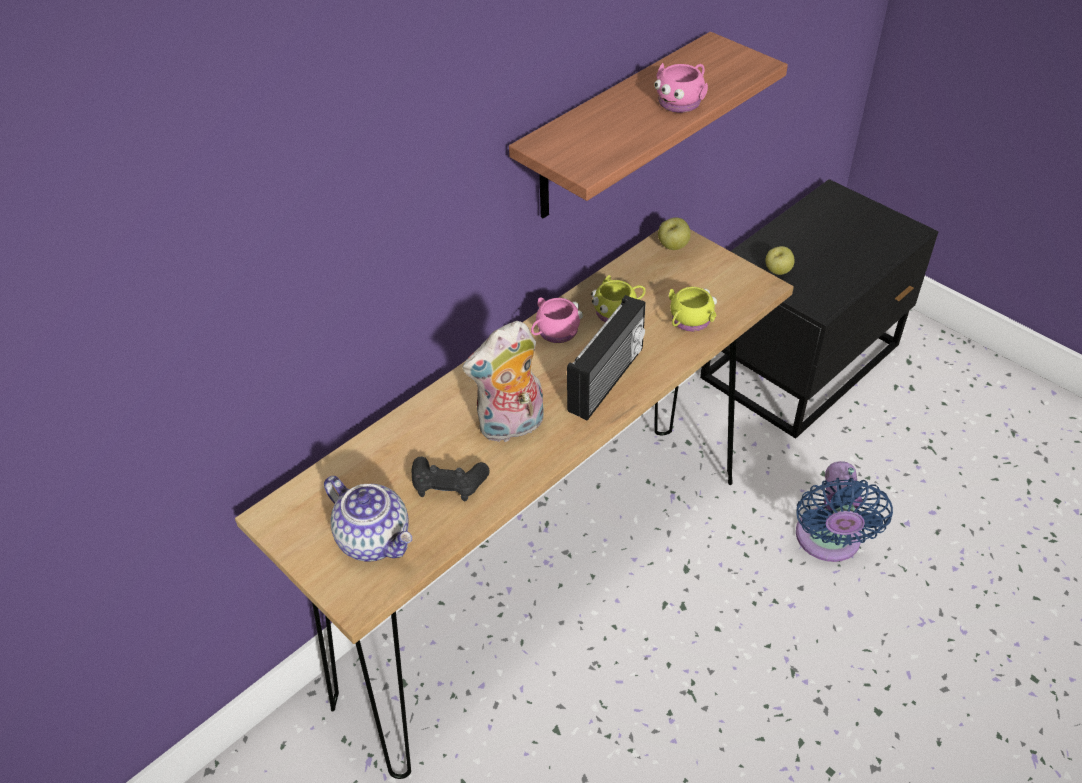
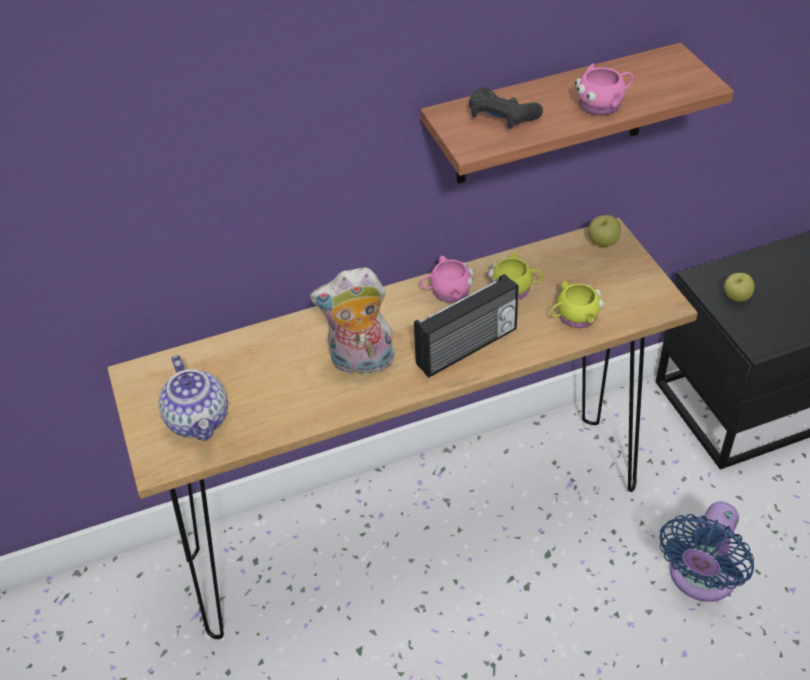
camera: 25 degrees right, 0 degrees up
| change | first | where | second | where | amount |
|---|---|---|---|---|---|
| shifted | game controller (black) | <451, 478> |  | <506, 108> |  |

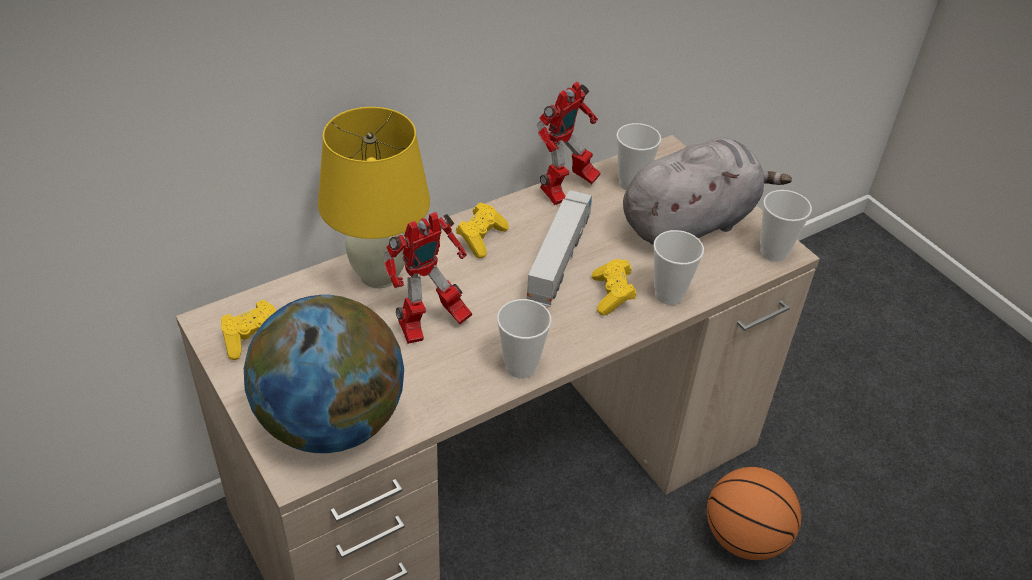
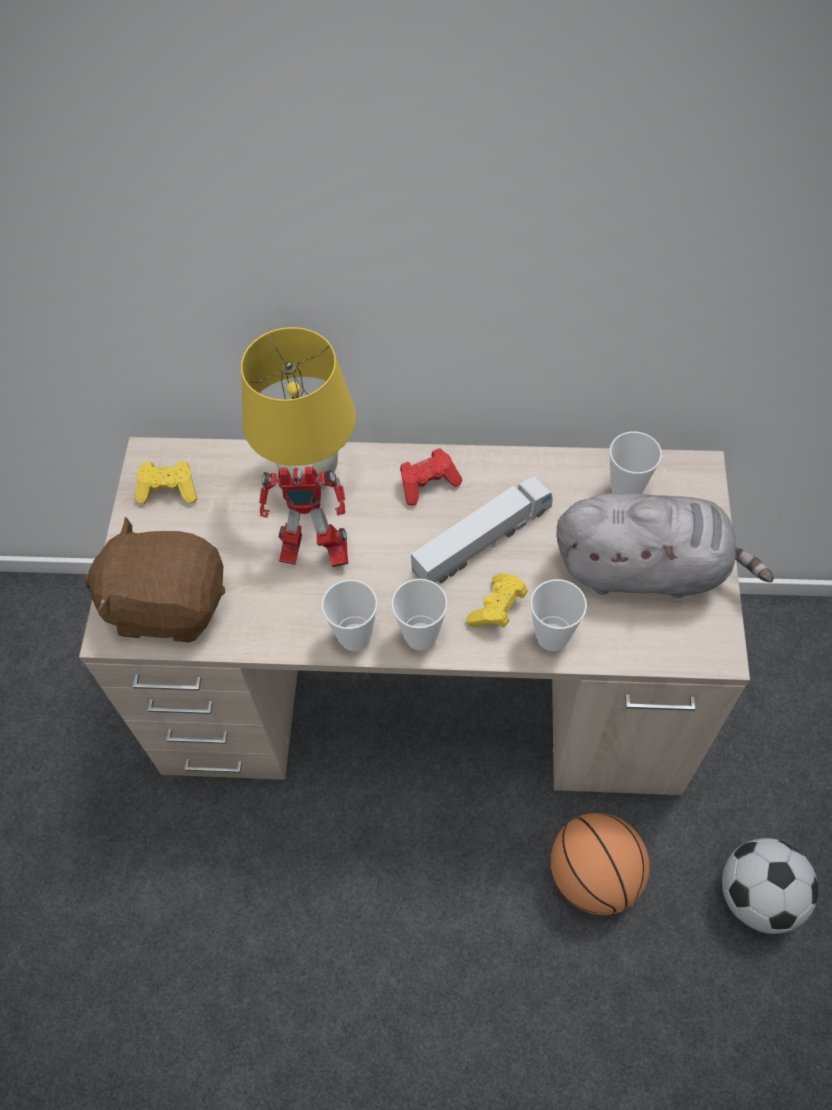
camera: 40 degrees right, 15 degrees up
| change | first | where | second | where | amount |
|---|---|---|---|---|---|
| swapped | desk globe | <324, 374> | cuddly toy (brown) | <154, 580> |  |
| repainted | game controller (yellowish) | <482, 230> | game controller (red) | <431, 477> |  |
| gone | robot figure | <569, 143> |  |  |  |
| shifted | cup | <786, 226> |  | <419, 614> |  |
| new |  |  | football ball | <770, 886> |  |

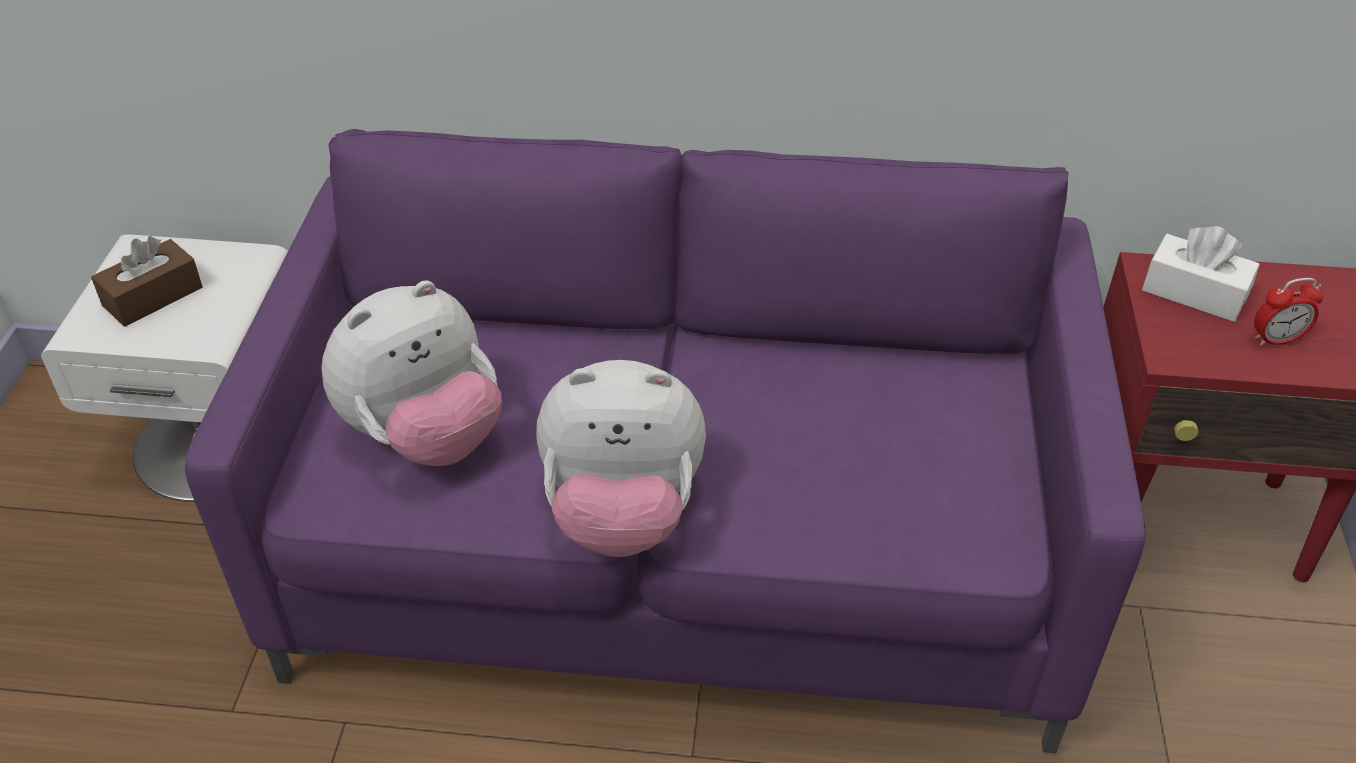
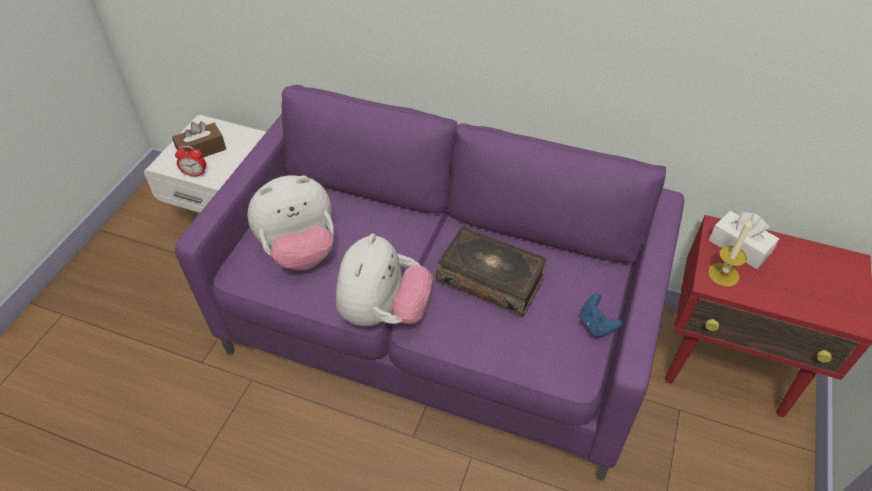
camera: 15 degrees right, 5 degrees up
| change | first | where | second | where | amount |
|---|---|---|---|---|---|
| rotated | cuddly toy | <621, 458> |  | <384, 279> | 90 degrees counterclockwise |
| shifted | table clock | <1288, 312> |  | <190, 161> |  |
| new |  |  | volume | <491, 271> |  |
| new |  |  | game controller (blue) | <601, 315> |  |
| new |  |  | wax candle | <730, 253> |  |

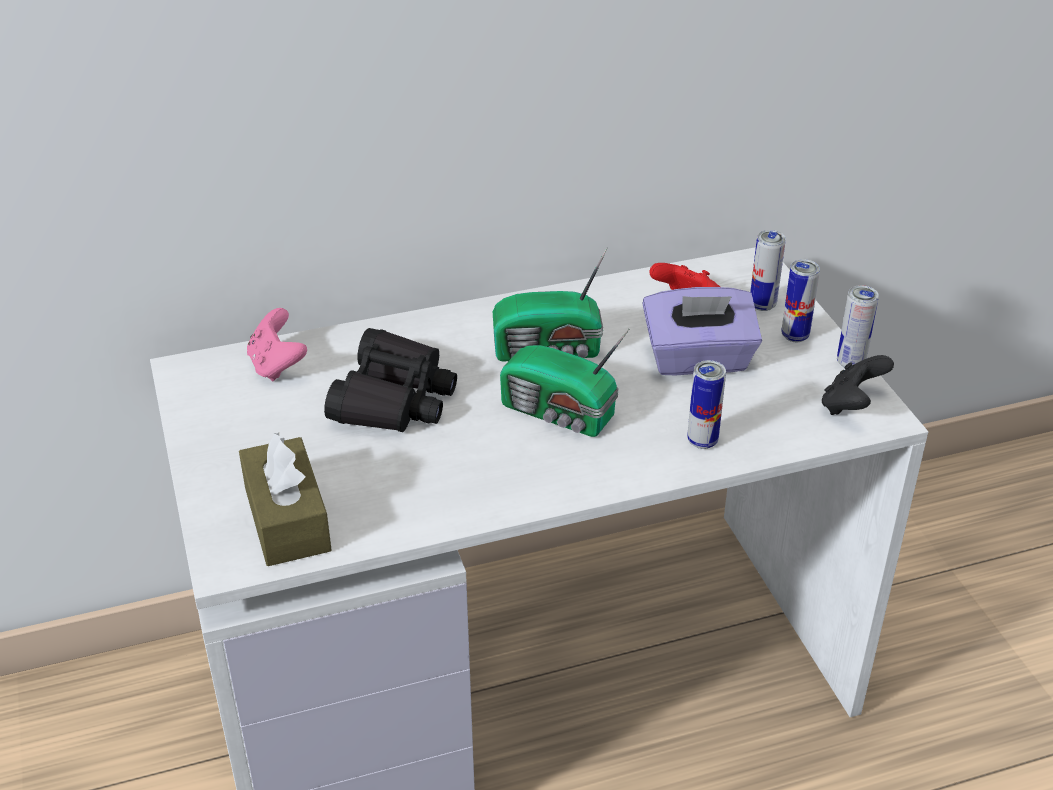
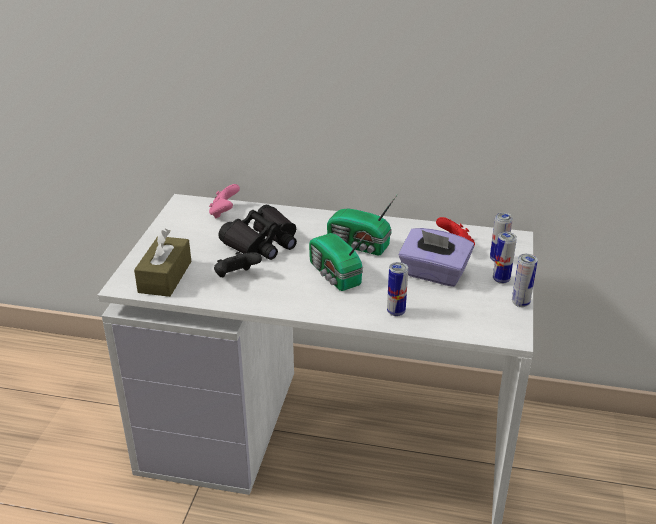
camera: 30 degrees right, 5 degrees down
| change | first | where | second | where | amount |
|---|---|---|---|---|---|
| shifted | game controller (black) | <858, 385> |  | <238, 264> |  |

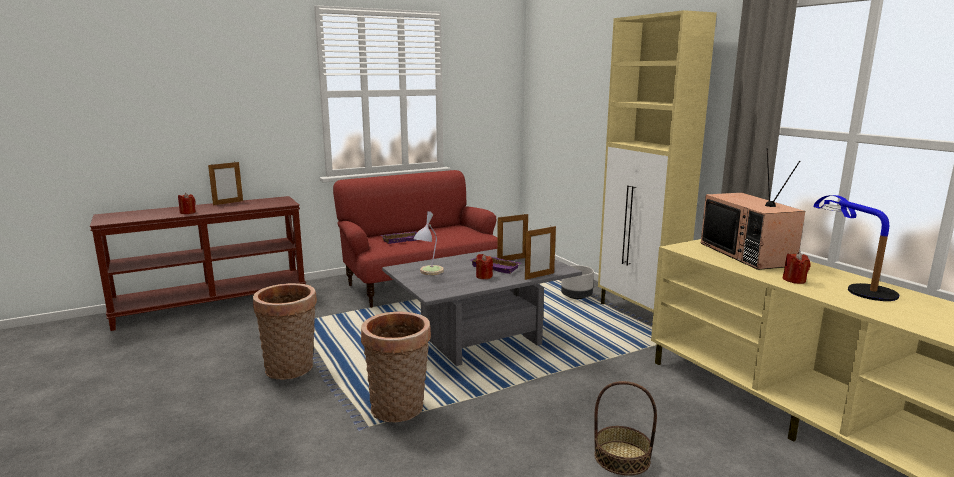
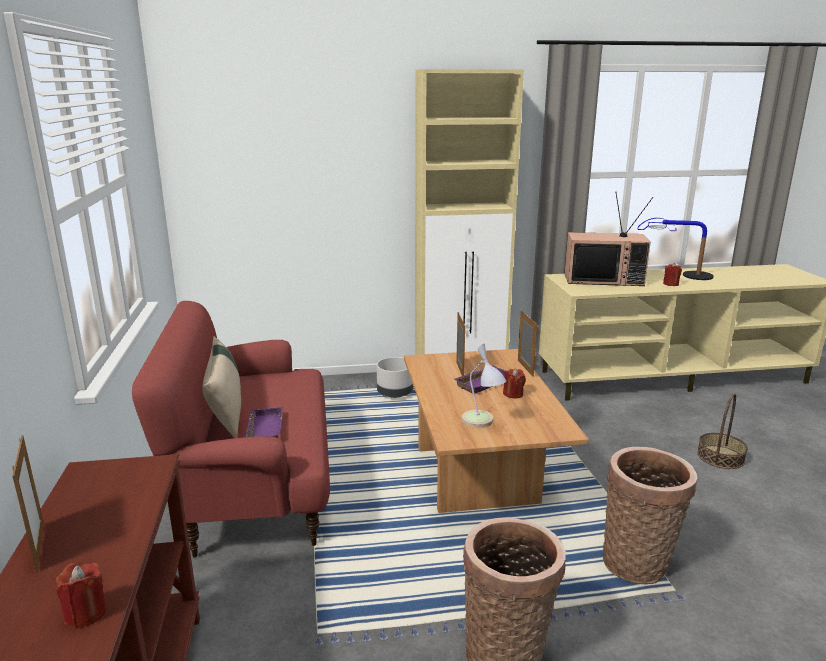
camera: 70 degrees left, 5 degrees up
| change | first | where | second | where | amount |
|---|---|---|---|---|---|
| repainted | coffee table (greyish) | <482, 307> | coffee table (brown) | <496, 431> |  |
| new |  |  | pillow (beige) | <221, 387> |  |

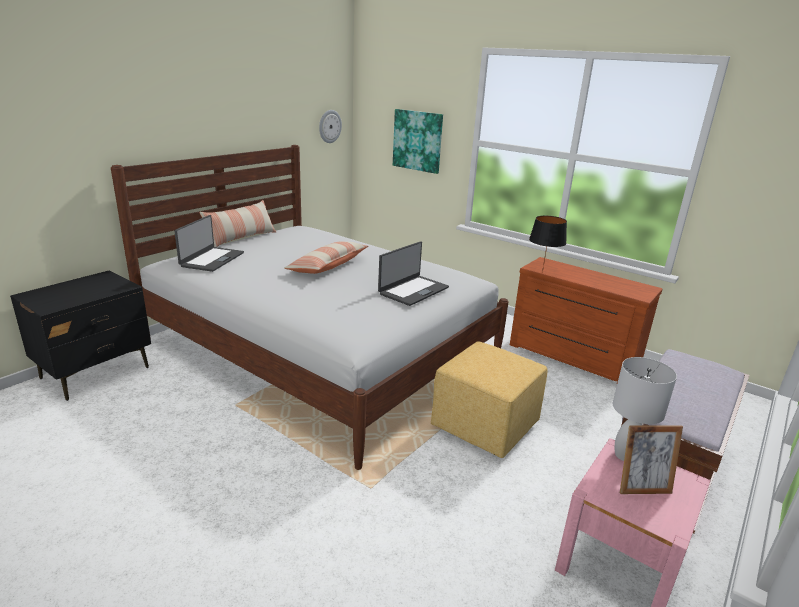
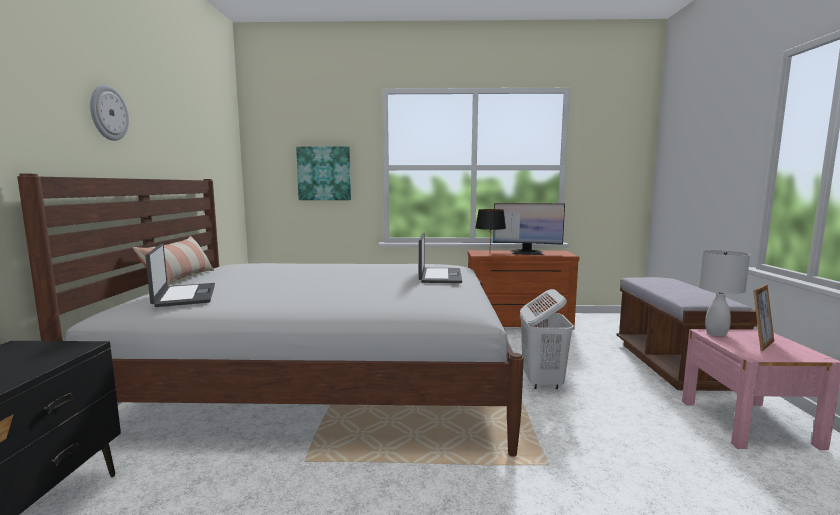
camera: 35 degrees left, 15 degrees down
| change | first | where | second | where | amount |
|---|---|---|---|---|---|
| gone | pillow | <326, 257> |  |  |  |
| shifted | clock on the wall | <330, 126> |  | <109, 113> |  |
| swapped | footrest (yellowish) | <489, 399> | laundry basket (white) | <547, 339> |  |
| new |  |  | monitor | <529, 229> |  |

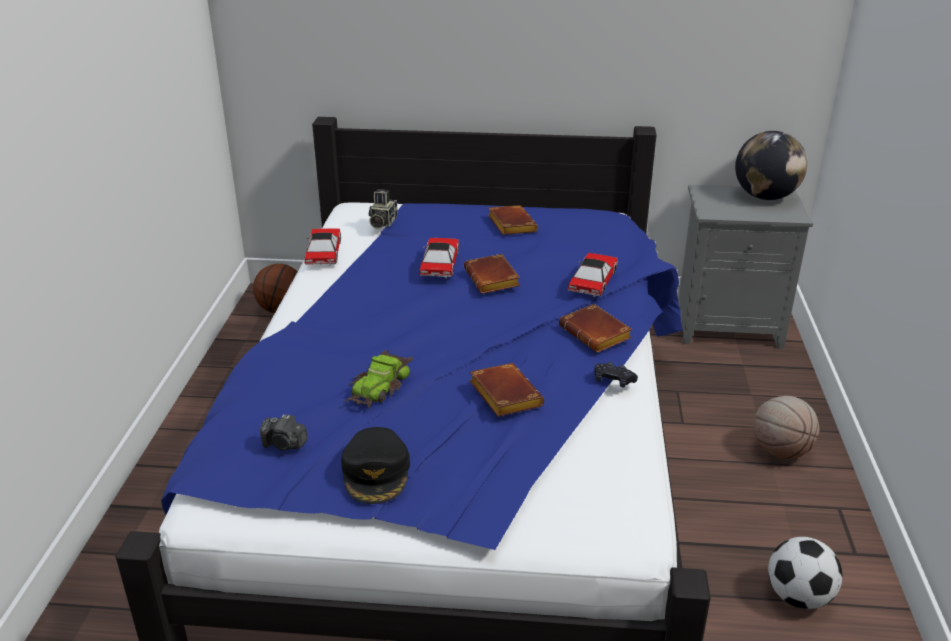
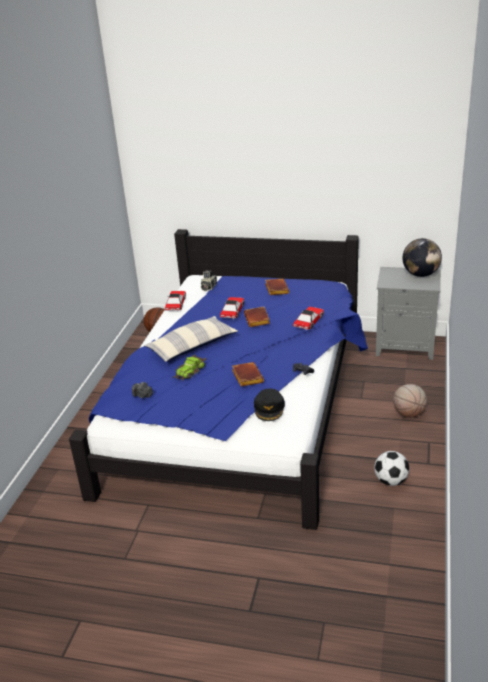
camera: 10 degrees right, 0 degrees up
| change | first | where | second | where | amount |
|---|---|---|---|---|---|
| shifted | baseball cap (black) | <375, 465> |  | <269, 405> |  |
| gone | volume (brown) | <595, 328> |  |  |  |
| new |  |  | pillow | <191, 339> |  |

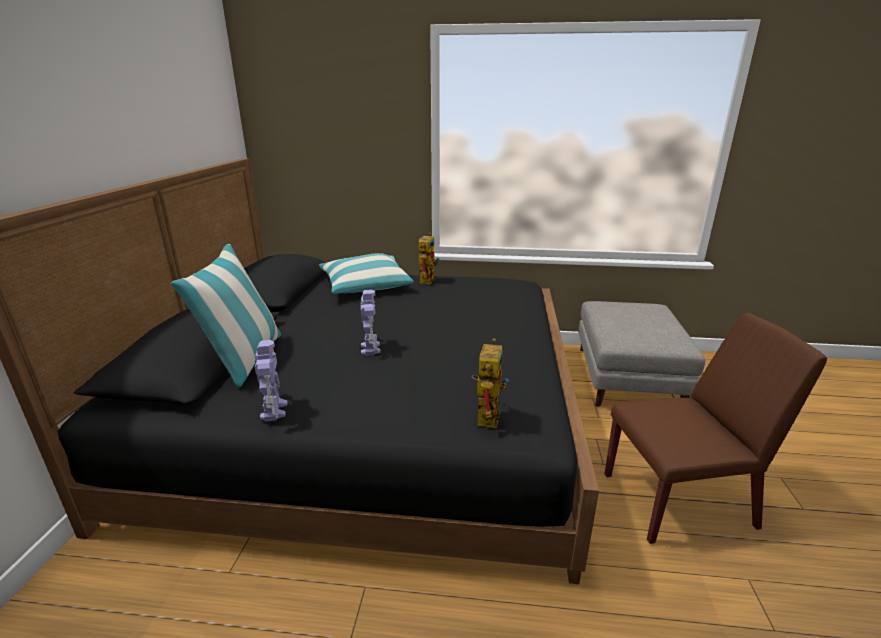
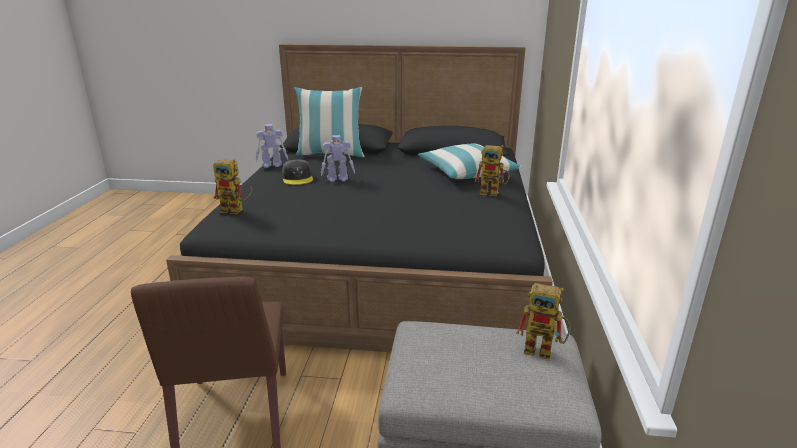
camera: 90 degrees right, 0 degrees up
| change | first | where | second | where | amount |
|---|---|---|---|---|---|
| new |  |  | baseball cap (greyish) | <297, 172> |  |
| new |  |  | robot figure | <543, 321> |  |

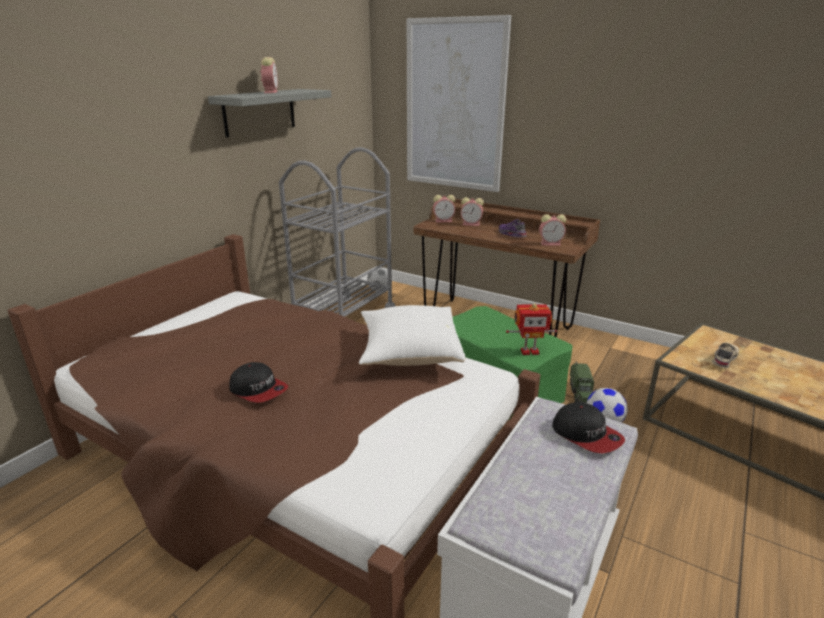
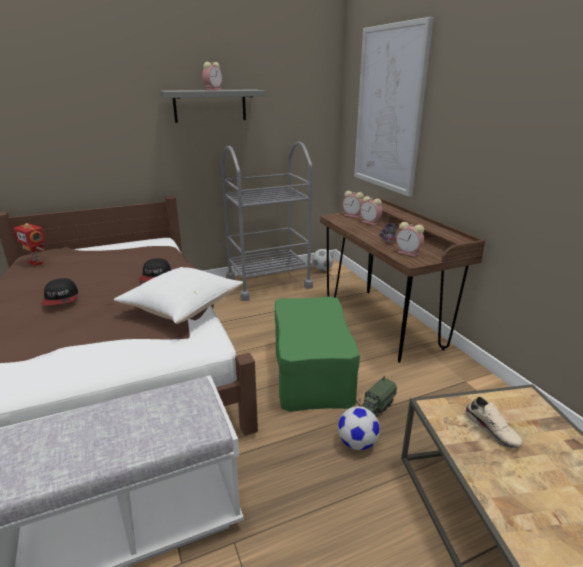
camera: 35 degrees right, 0 degrees up
| change | first | where | second | where | amount |
|---|---|---|---|---|---|
| shifted | robot figure | <531, 329> |  | <29, 244> |  |
| shifted | baseball cap | <588, 427> |  | <155, 269> |  |
| rotated | low shoe (beige) | <725, 355> |  | <494, 422> | 75 degrees clockwise |

